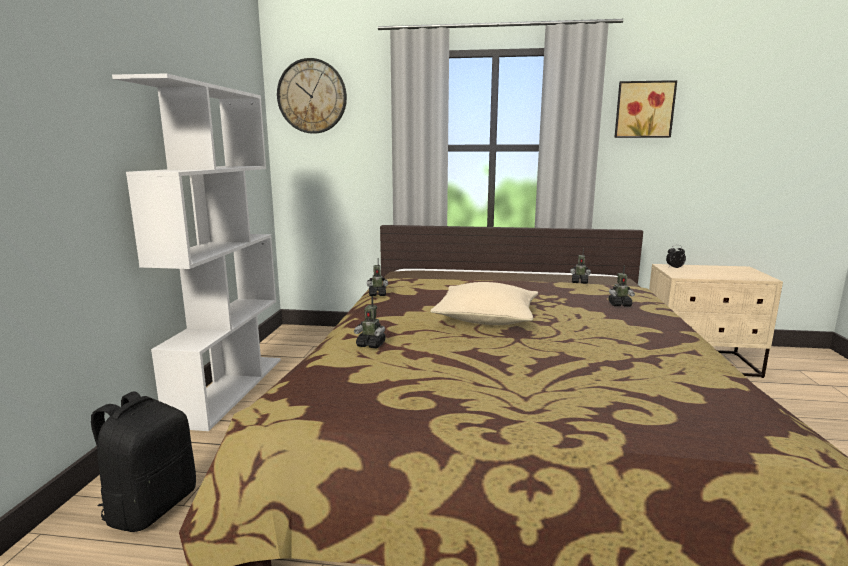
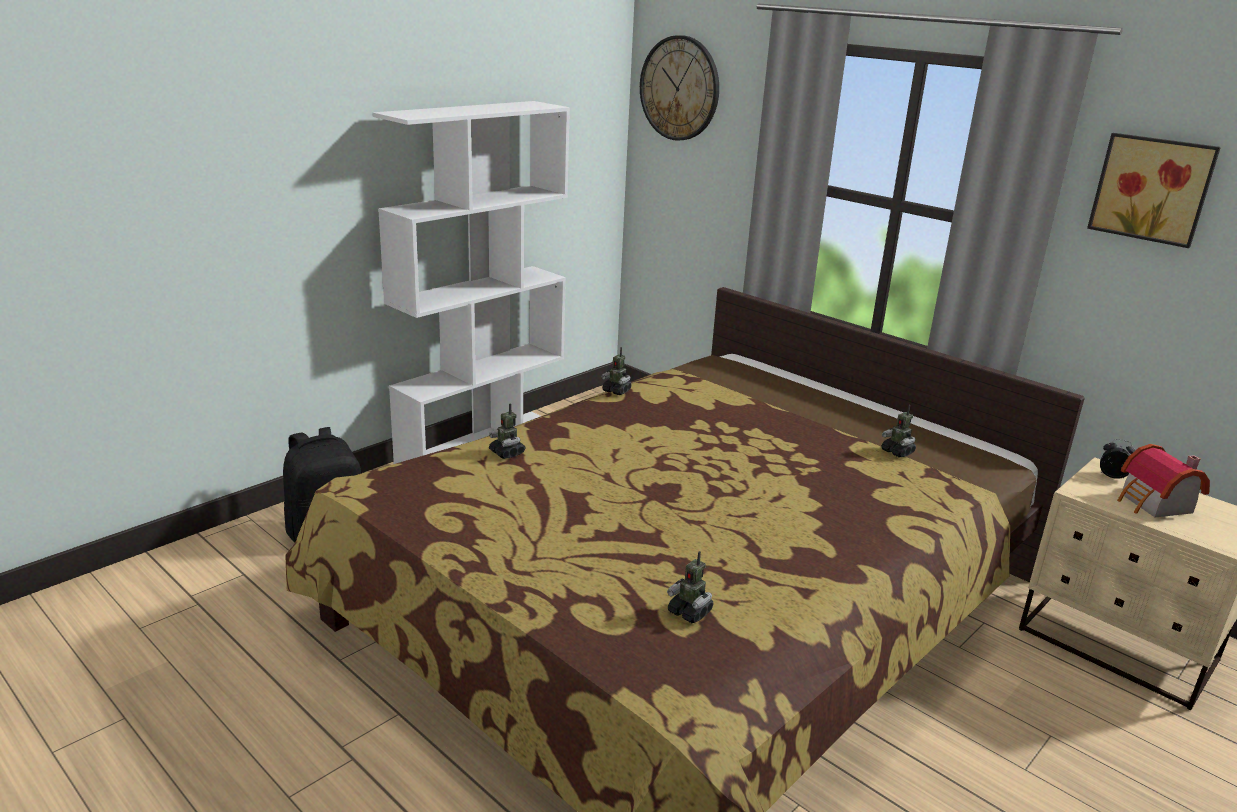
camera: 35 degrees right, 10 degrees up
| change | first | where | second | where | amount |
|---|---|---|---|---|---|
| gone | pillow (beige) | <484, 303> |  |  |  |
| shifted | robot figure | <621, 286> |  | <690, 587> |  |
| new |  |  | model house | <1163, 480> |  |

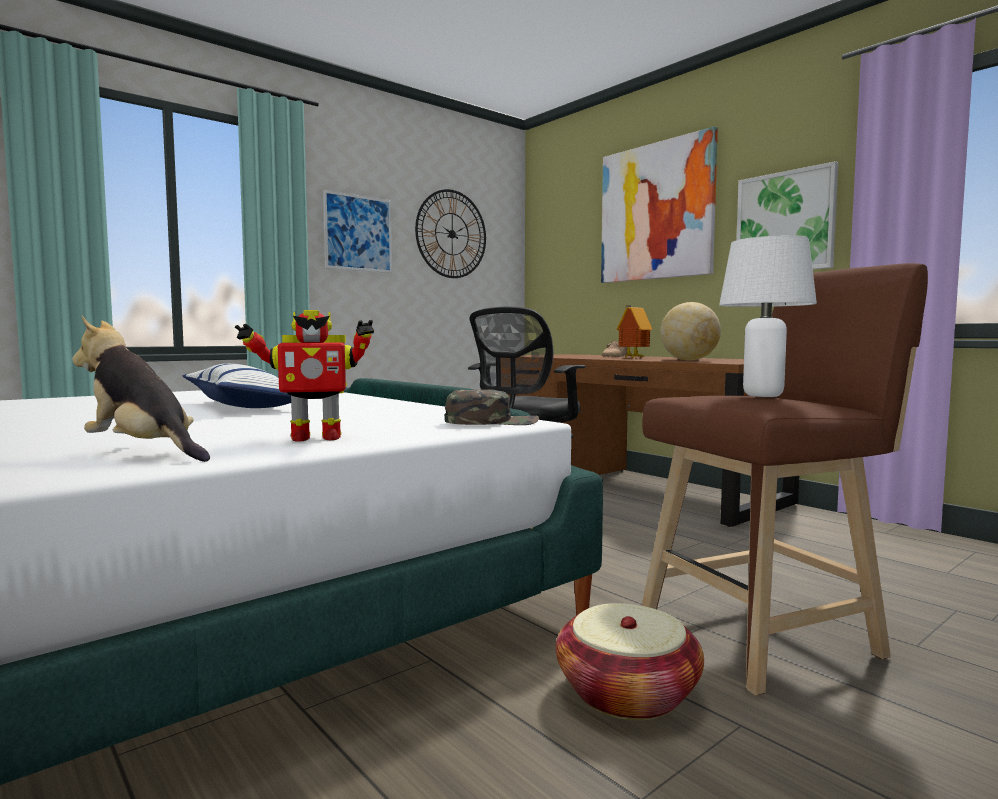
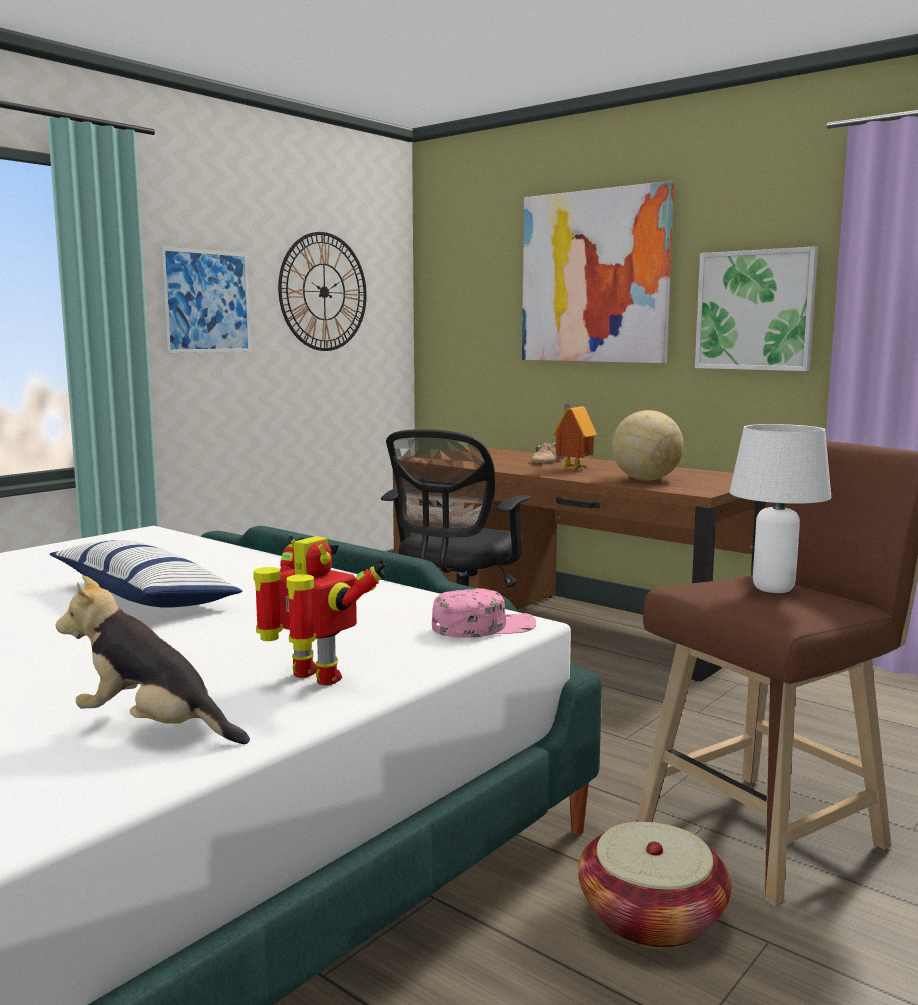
camera: 10 degrees left, 5 degrees up
| change | first | where | second | where | amount |
|---|---|---|---|---|---|
| rotated | robot figure | <304, 376> |  | <319, 610> | 120 degrees counterclockwise |
| repainted | baseball cap (greenish) | <492, 407> | baseball cap (pink) | <484, 613> |  |

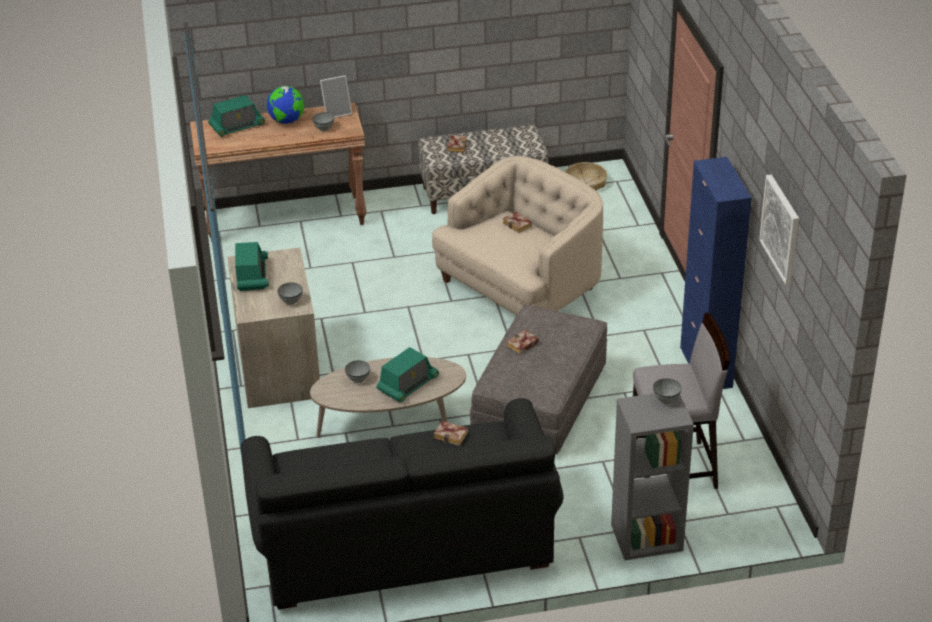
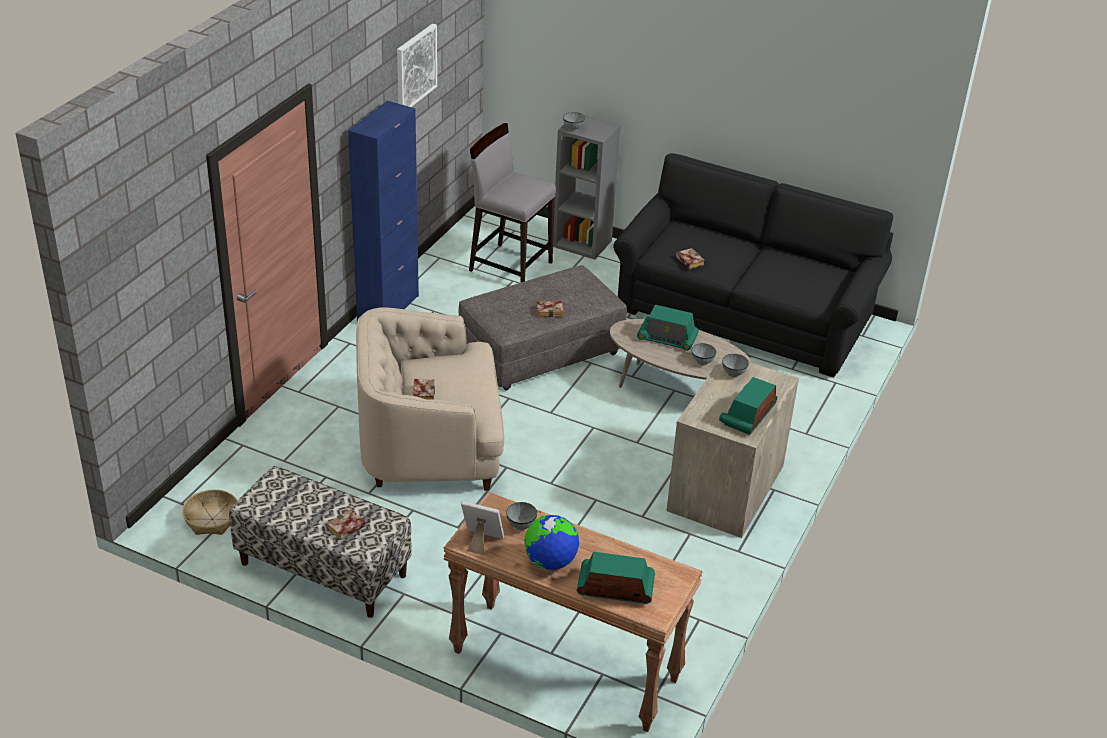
camera: 145 degrees left, 0 degrees up
| change | first | where | second | where | amount |
|---|---|---|---|---|---|
| rotated | radio receiver | <408, 374> |  | <668, 328> | 150 degrees counterclockwise |

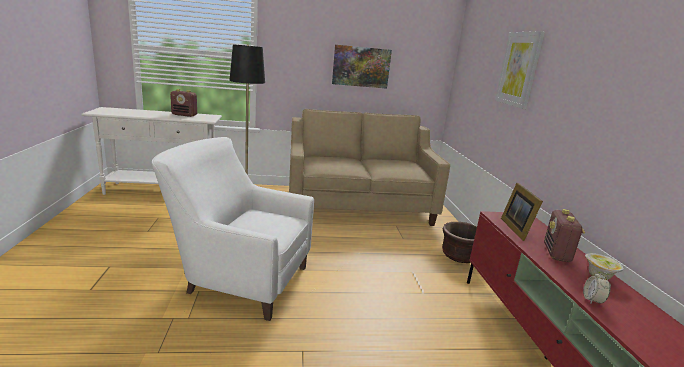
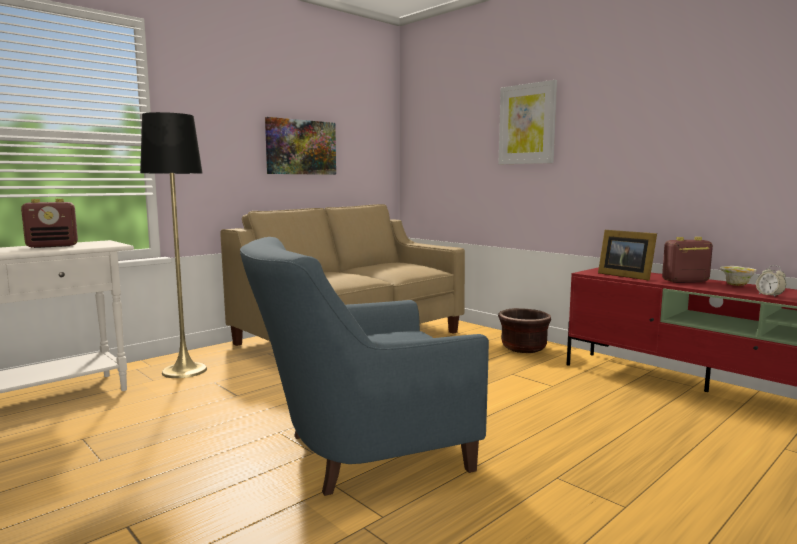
camera: 35 degrees left, 10 degrees down
| change | first | where | second | where | amount |
|---|---|---|---|---|---|
| repainted | easy chair (white) | <233, 229> | easy chair (blue) | <364, 366> |  |
| rotated | radio receiver | <564, 235> |  | <687, 260> | 105 degrees clockwise |

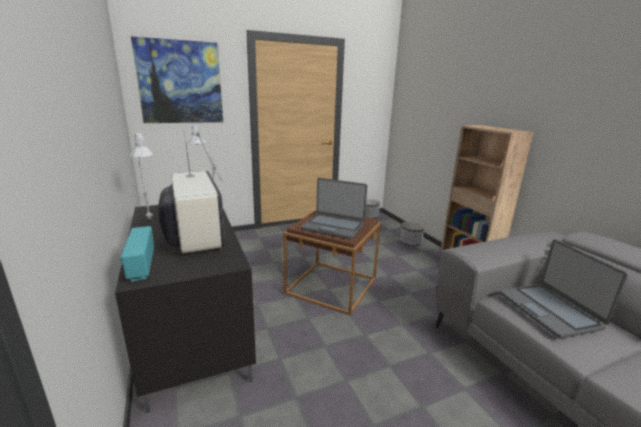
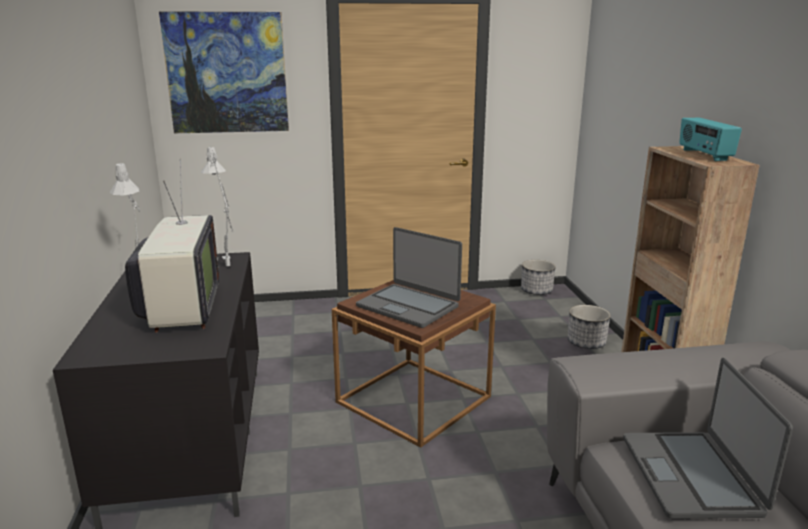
camera: 15 degrees right, 0 degrees up
| change | first | where | second | where | amount |
|---|---|---|---|---|---|
| shifted | radio receiver | <137, 254> |  | <710, 139> |  |

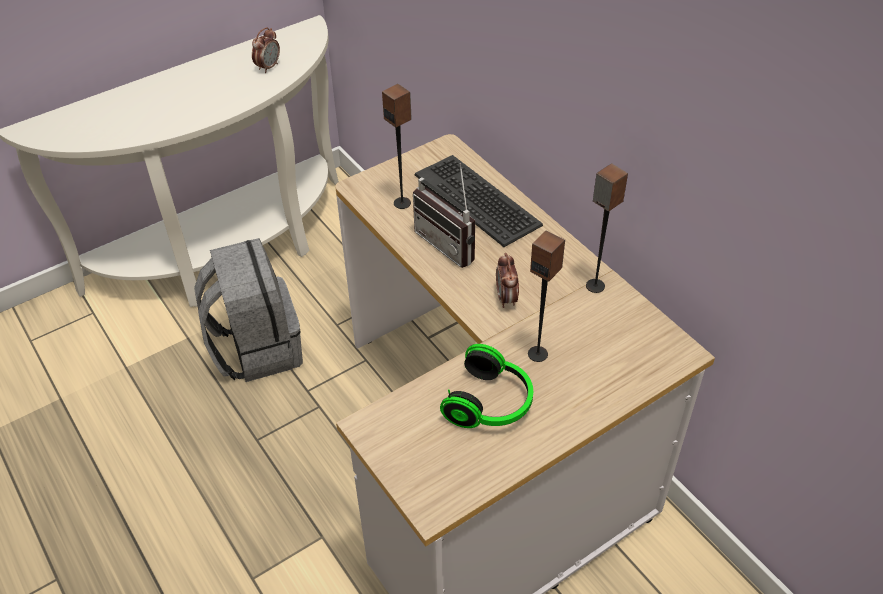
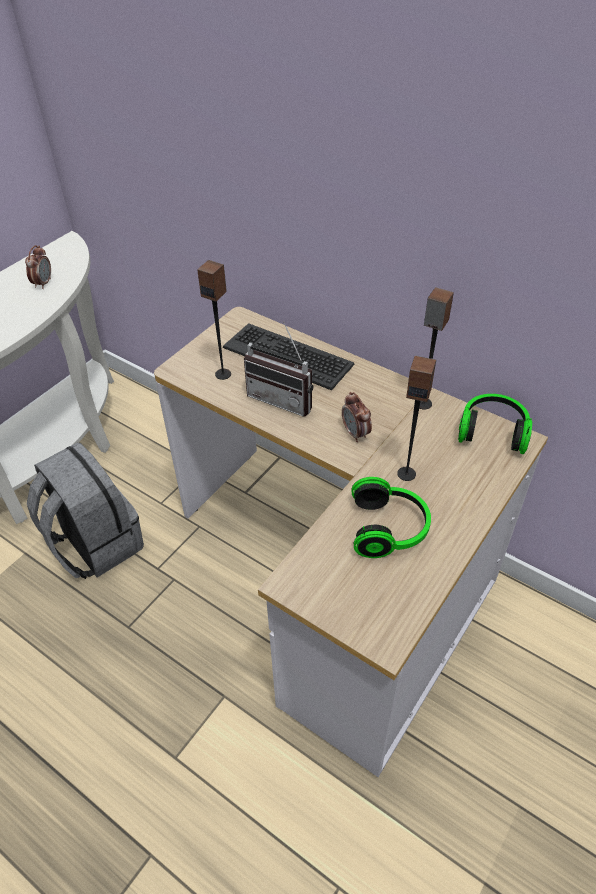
camera: 20 degrees left, 0 degrees up
| change | first | where | second | where | amount |
|---|---|---|---|---|---|
| new |  |  | pair of headphones | <495, 424> |  |

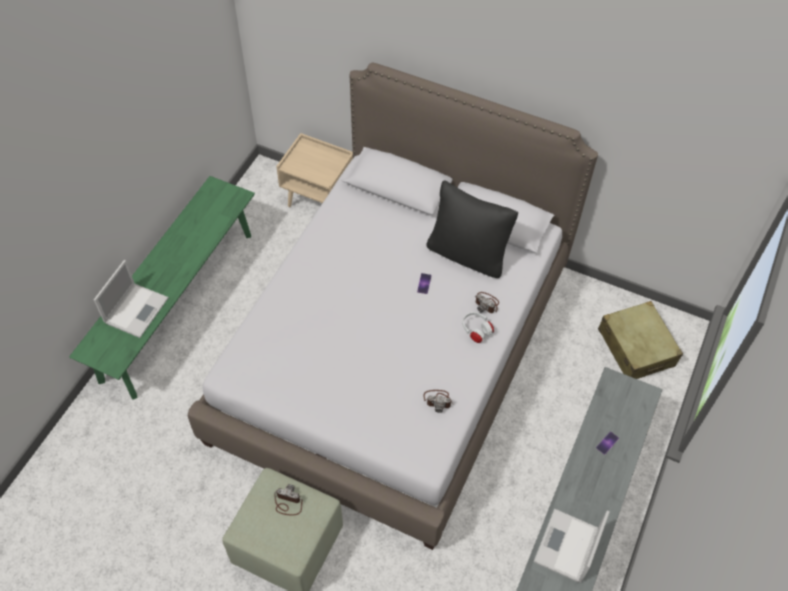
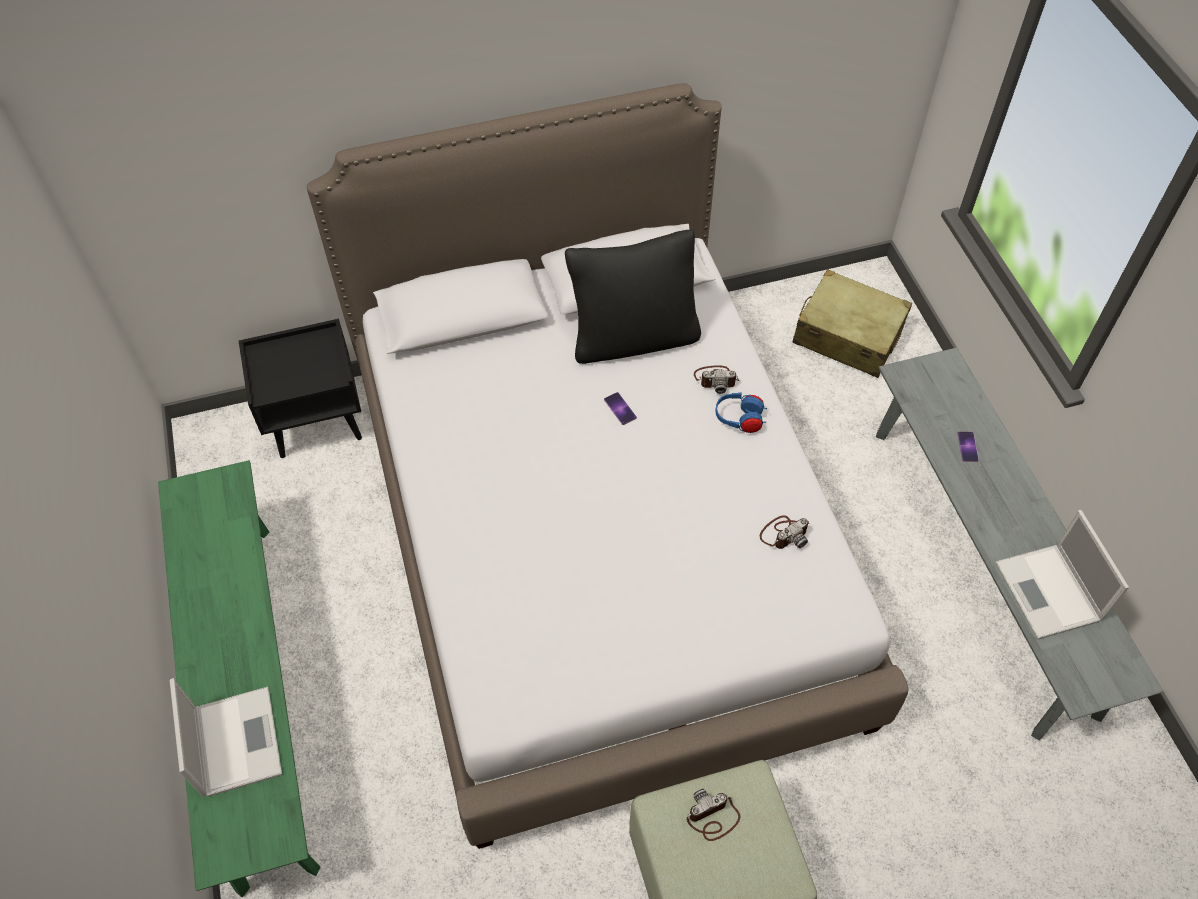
camera: 40 degrees left, 0 degrees up
| change | first | where | second | where | amount |
|---|---|---|---|---|---|
| repainted | bedside table (beige) | <314, 170> | bedside table (black) | <300, 388> |  |
| repainted | pair of headphones (white) | <478, 327> | pair of headphones (blue) | <741, 412> |  |

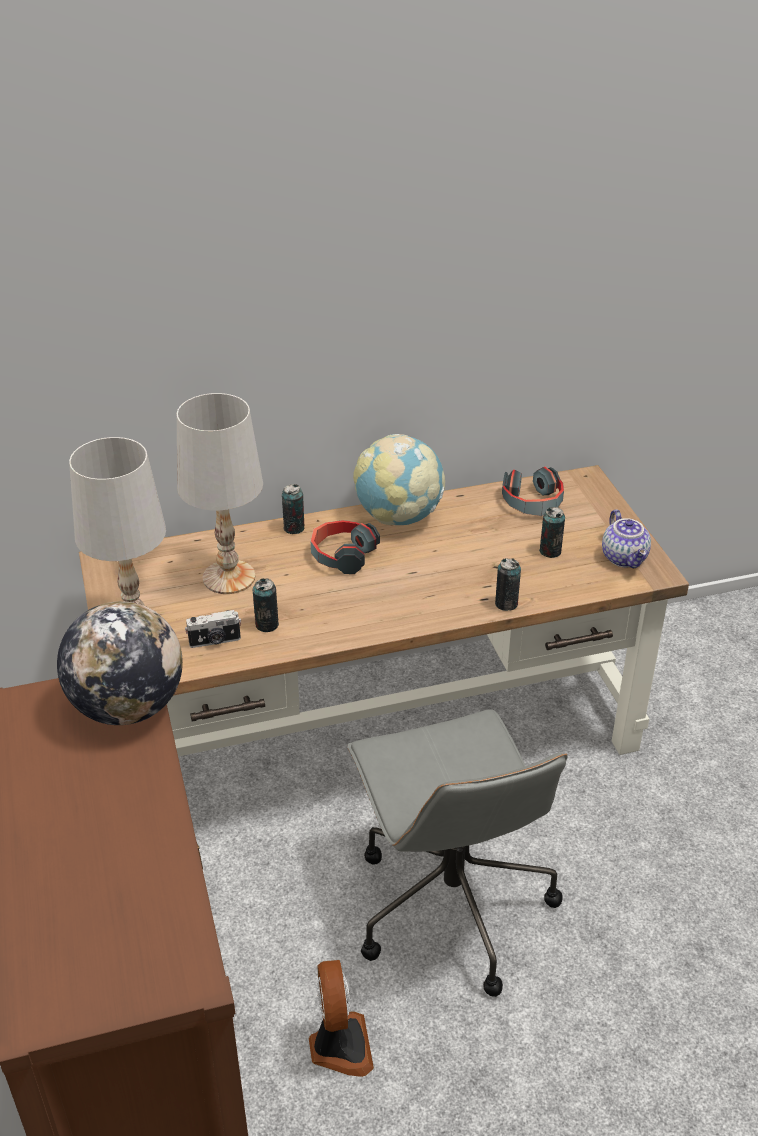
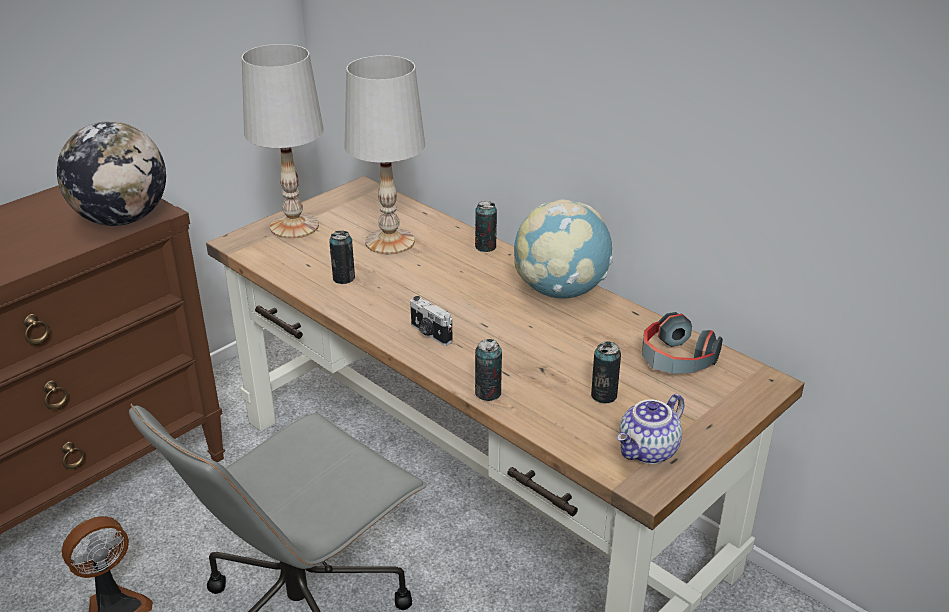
camera: 60 degrees right, 5 degrees down
| change | first | where | second | where | amount |
|---|---|---|---|---|---|
| shifted | still camera | <213, 629> |  | <431, 321> |  |
| gone | pair of headphones | <345, 547> |  |  |  |

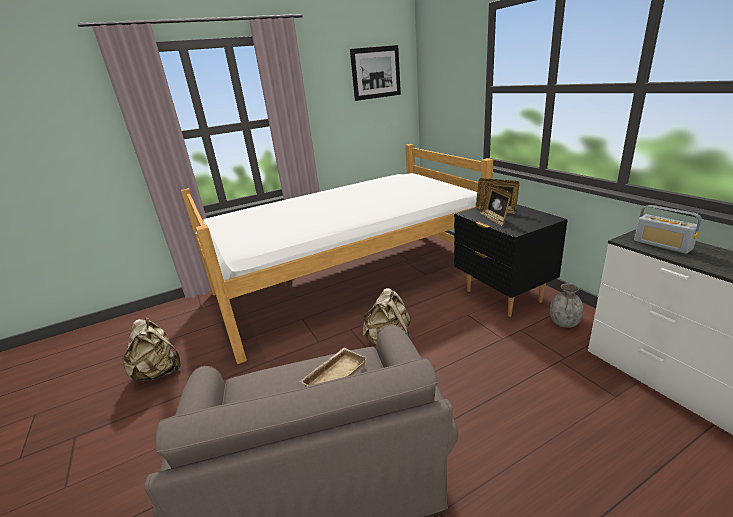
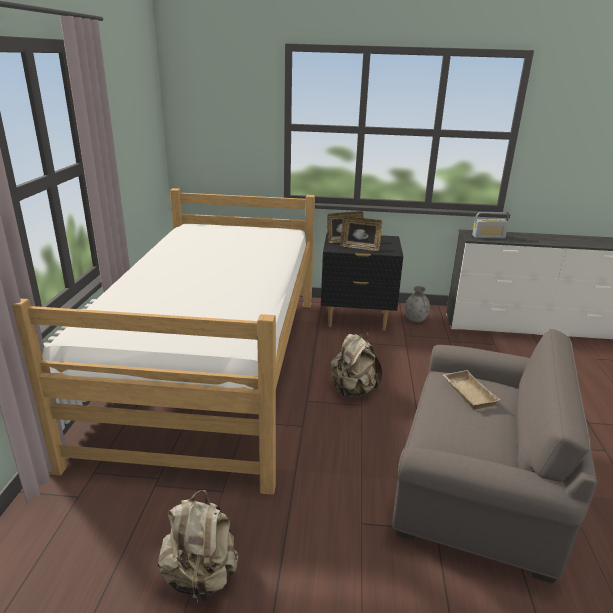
camera: 60 degrees left, 0 degrees up
| change | first | where | second | where | amount |
|---|---|---|---|---|---|
| gone | picture | <375, 73> |  |  |  |

